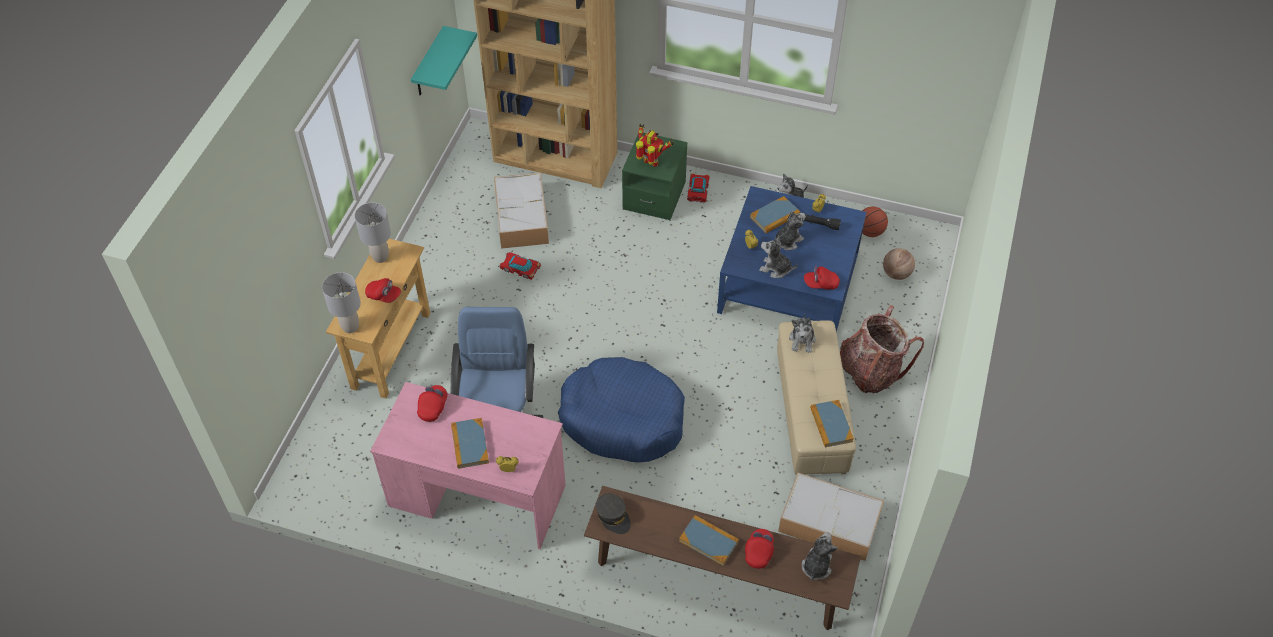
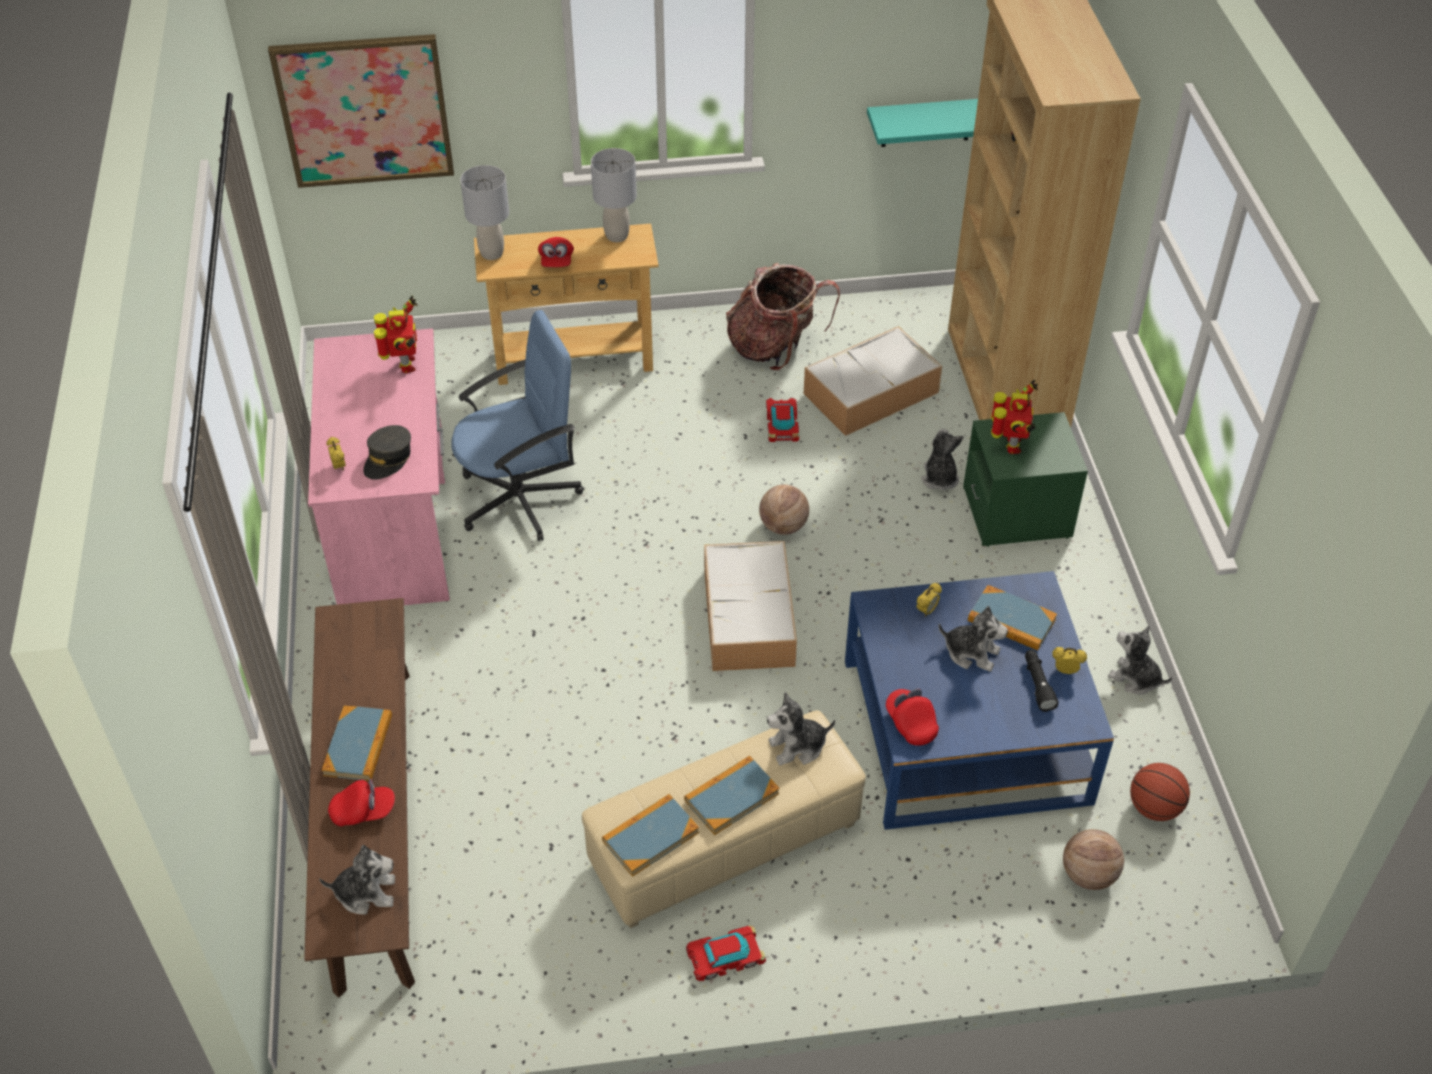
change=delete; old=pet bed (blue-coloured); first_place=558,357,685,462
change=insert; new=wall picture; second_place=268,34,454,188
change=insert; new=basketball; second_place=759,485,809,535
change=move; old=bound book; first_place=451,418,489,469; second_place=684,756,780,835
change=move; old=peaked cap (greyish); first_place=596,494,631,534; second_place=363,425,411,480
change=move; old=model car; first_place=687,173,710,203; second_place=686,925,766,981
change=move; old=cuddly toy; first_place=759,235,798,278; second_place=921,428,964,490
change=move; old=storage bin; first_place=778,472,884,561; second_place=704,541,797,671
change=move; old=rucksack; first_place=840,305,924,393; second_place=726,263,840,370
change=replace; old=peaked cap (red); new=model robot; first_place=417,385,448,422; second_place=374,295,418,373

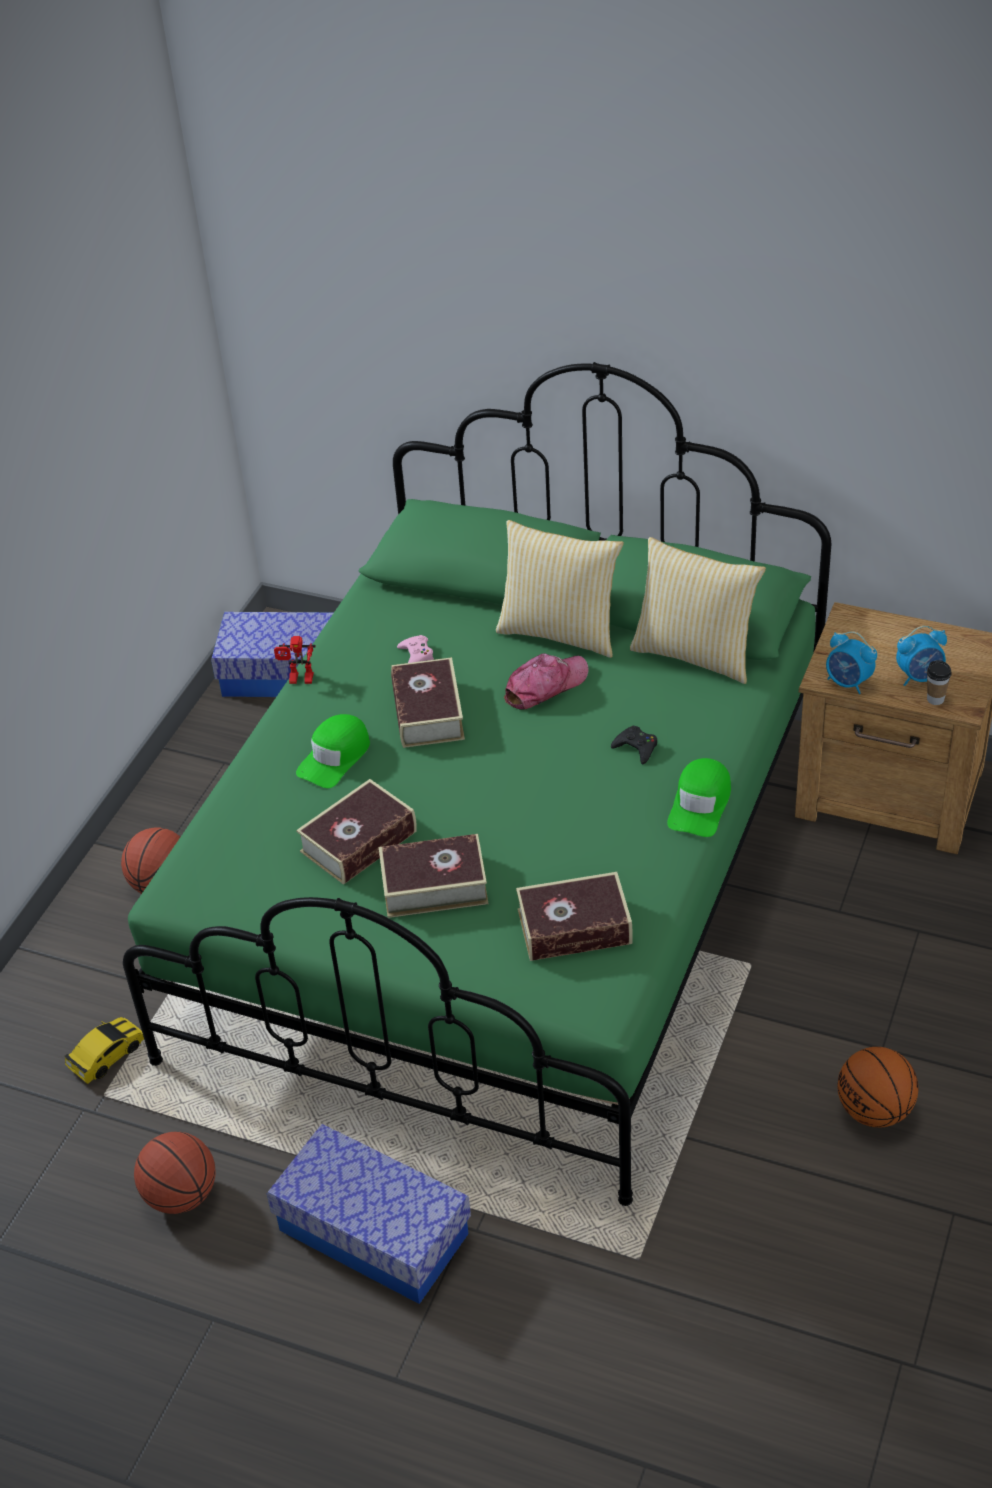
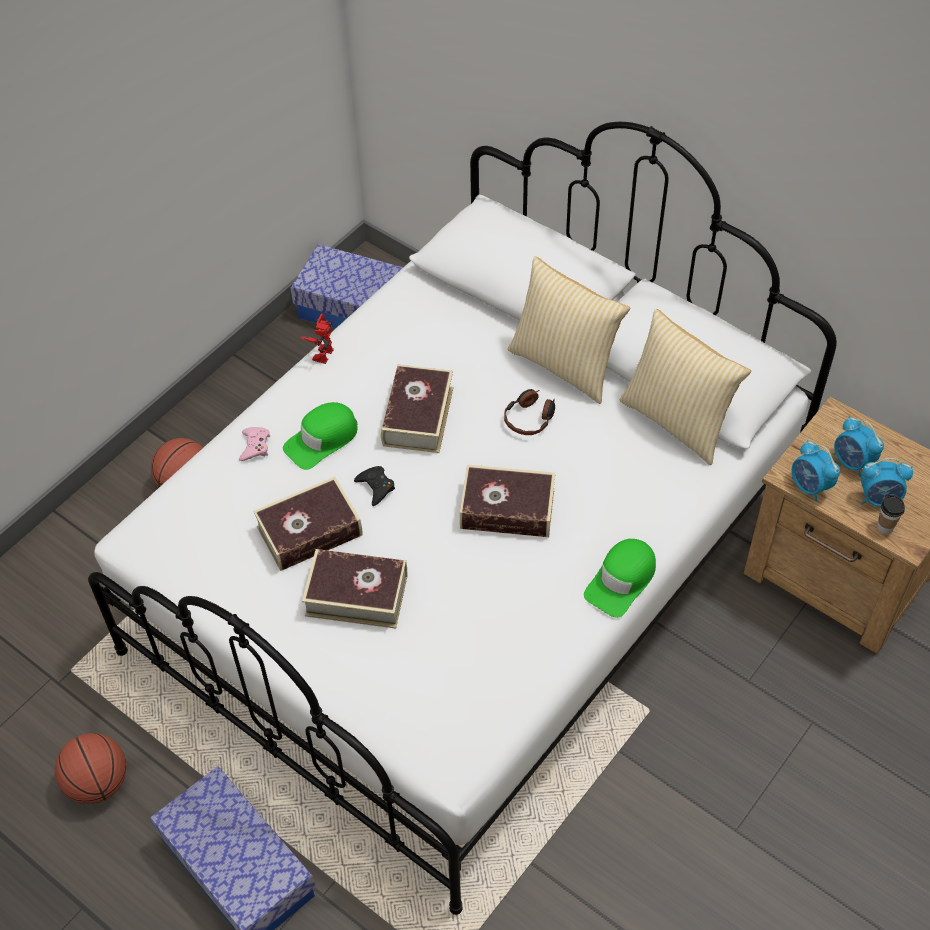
change=delete; old=model car; first_place=64,1017,144,1084
change=delete; old=basketball; first_place=837,1047,918,1127
change=insert; new=table clock; second_place=834,416,884,477
change=move; old=joypad (pinkish); first_place=397,635,434,663; second_place=239,427,270,461
change=move; old=bound book; first_place=516,872,633,961; second_place=460,465,555,537
change=move; old=joypad (black); first_place=611,726,657,764; second_place=354,466,395,506
change=replace; old=peaked cap; new=headset; first_place=504,653,588,710; second_place=504,389,555,435
change=recolor; old=sleeping bed (greenish); new=sleeping bed (white-coloured); first_place=123,362,831,1206; second_place=88,122,837,915
change=rotate; old=model robot; first_place=274,636,316,684; second_place=300,314,334,364; degrees=90

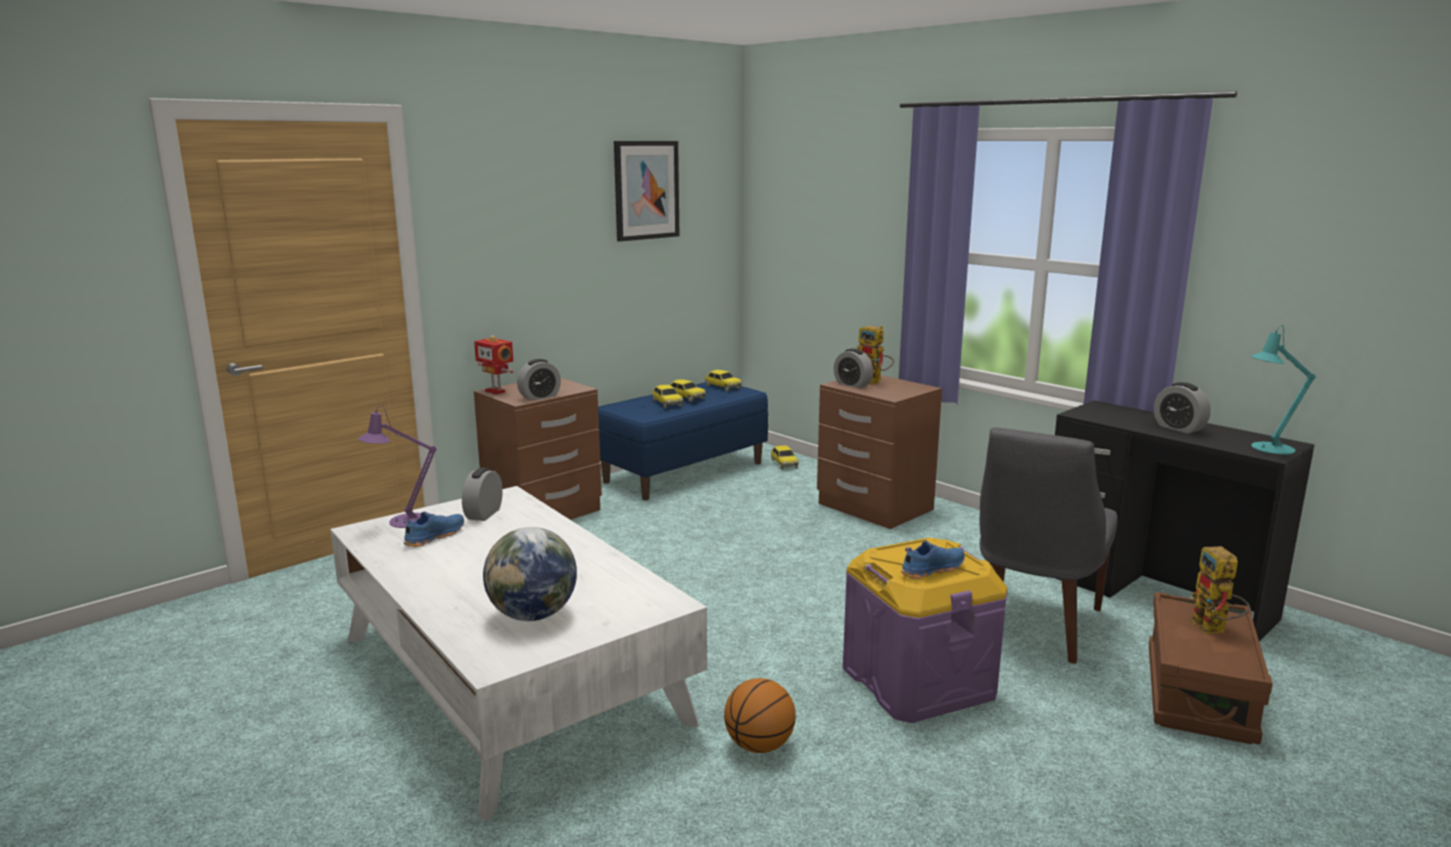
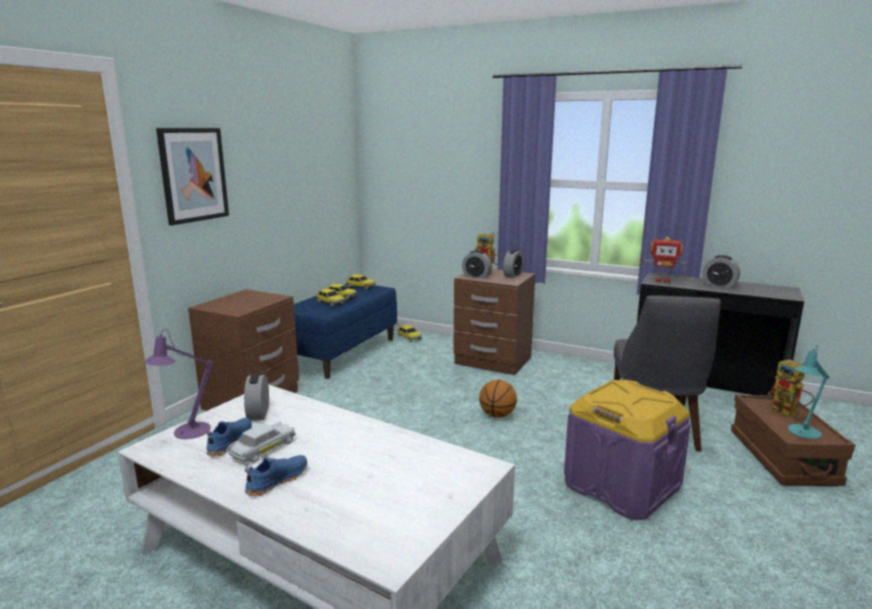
change=delete; old=world globe; first_place=483,527,577,621
change=insert; new=model car (white-coloured); second_place=228,422,296,463
change=move; old=model robot; first_place=474,335,513,394; second_place=642,237,688,283
change=move; old=table clock; first_place=517,359,561,401; second_place=503,249,524,278
change=move; old=wall picture; first_place=614,141,680,242; second_place=156,128,229,226
change=move; old=basketball; first_place=724,678,796,753; second_place=479,380,517,418
change=move; old=low shoe (blue-coloured); first_place=901,541,965,579; second_place=245,455,307,496
change=move; old=tabletop lamp (blue-green); first_place=1250,325,1316,455; second_place=788,345,829,439

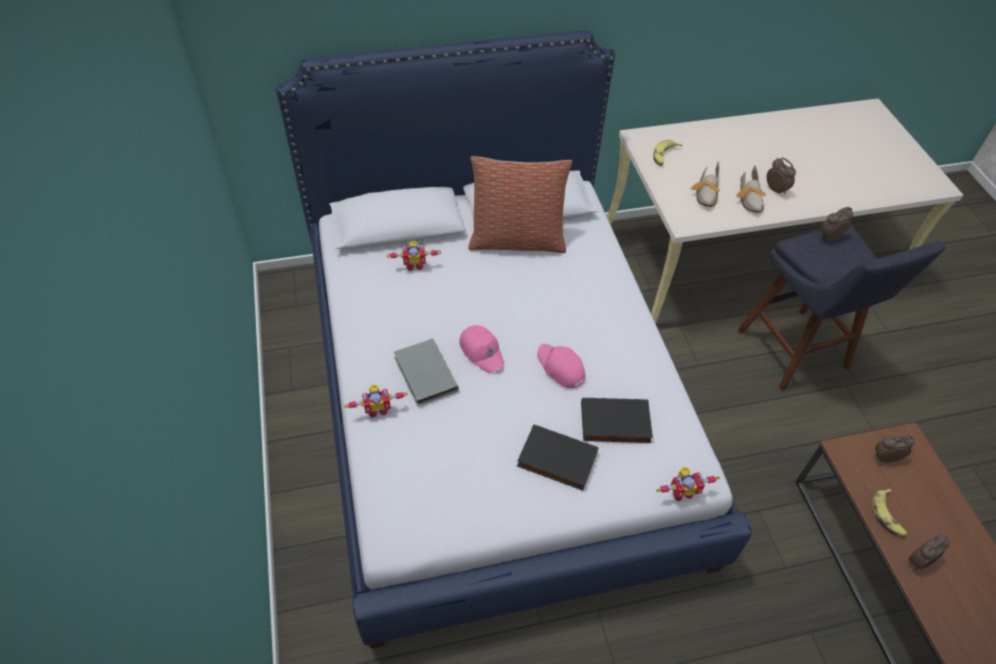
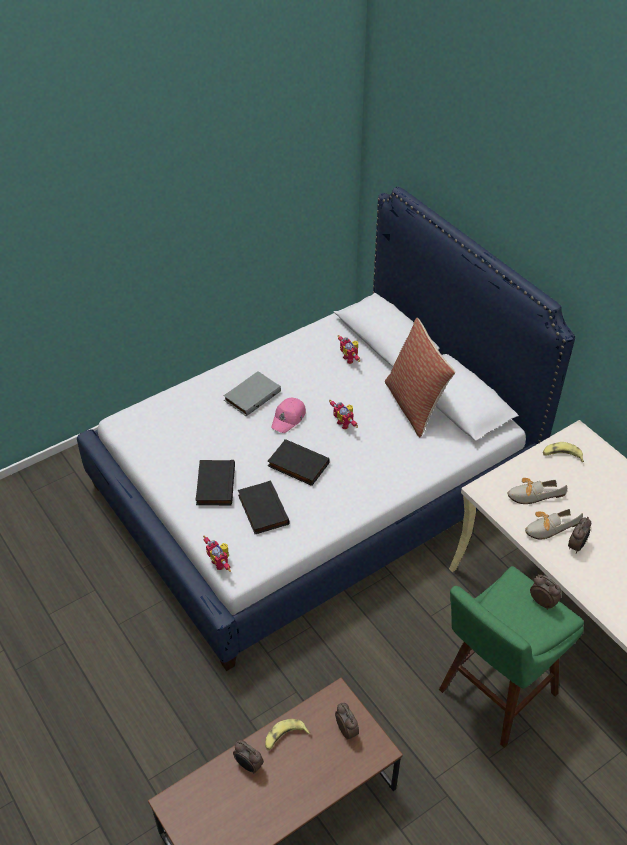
change=move; old=model robot; first_place=344,384,408,417; second_place=329,400,358,429
change=replace; old=peaked cap (pinkish); new=bound book (black); first_place=537,344,585,388; second_place=268,439,330,486
change=recolor; old=stool seat (blue-coloured); new=stool seat (greenish); first_place=738,225,946,391; second_place=439,566,584,748

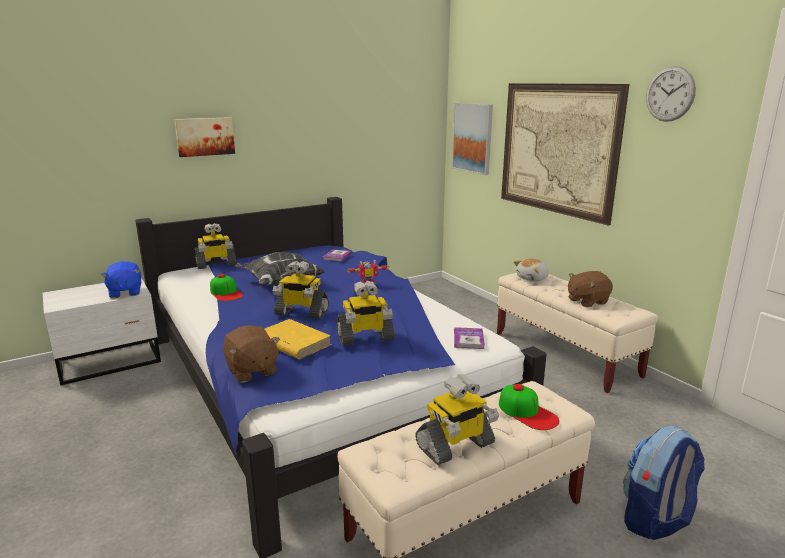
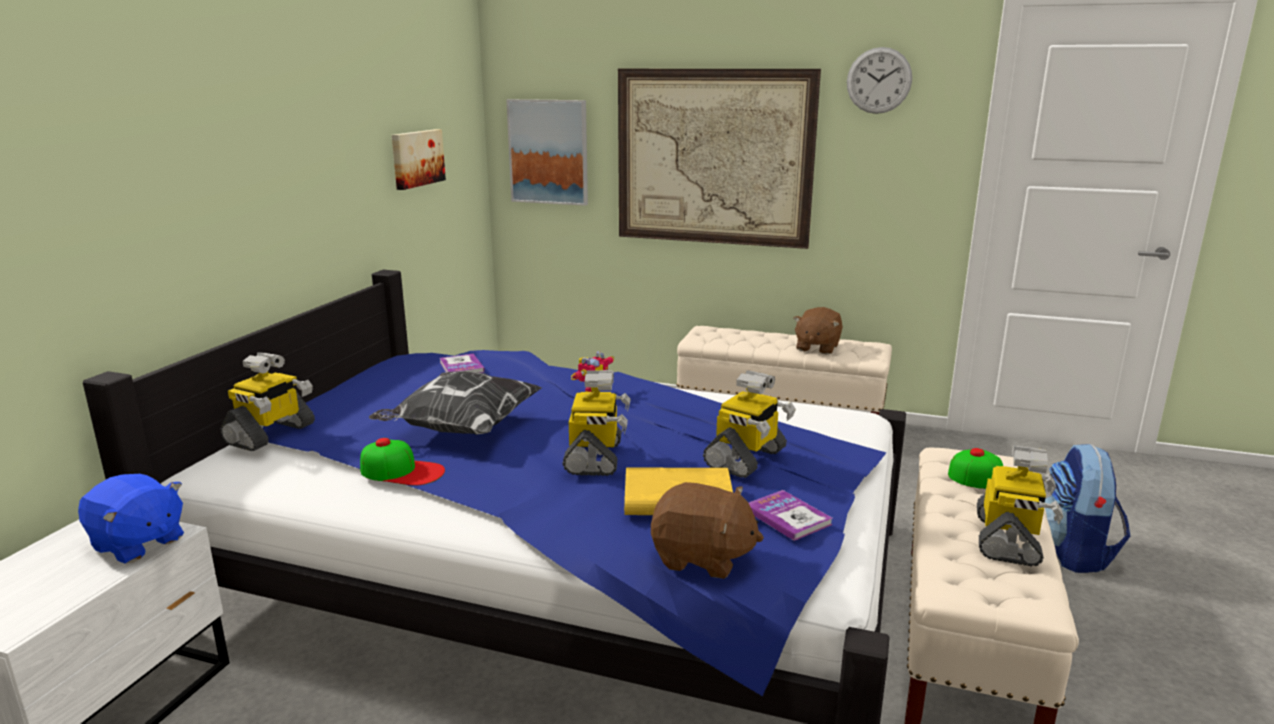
change=delete; old=cuddly toy; first_place=514,258,549,282
change=move; old=wall picture; first_place=174,117,235,157; second_place=392,129,446,190
change=move; old=bound book; first_place=454,327,485,349; second_place=749,490,833,541
change=rotate; old=model robot; first_place=273,261,329,319; second_place=563,370,631,476; degrees=-60

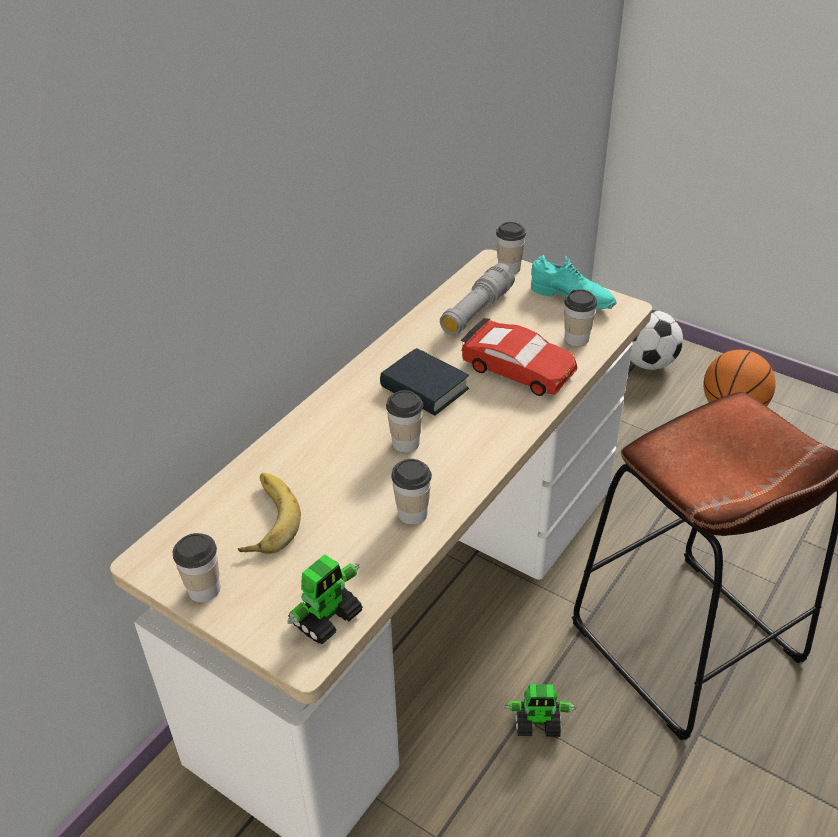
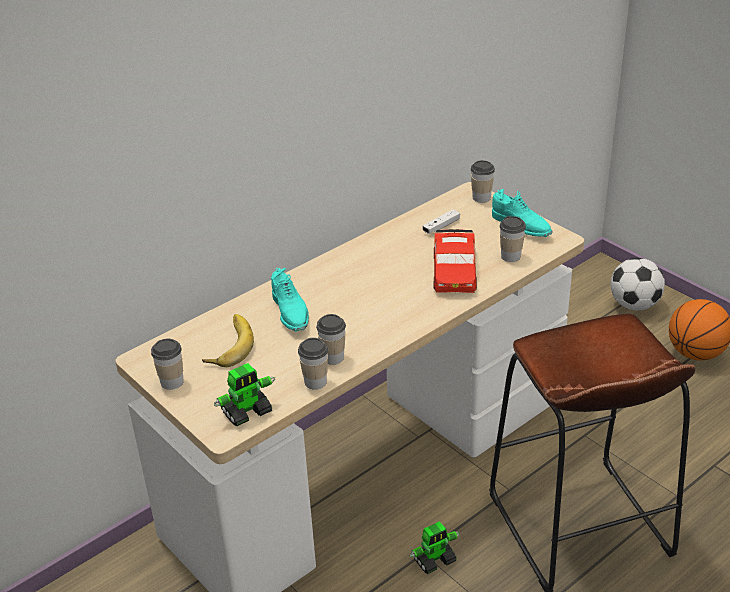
change=delete; old=bound book; first_place=380,348,469,416
change=insert; new=low shoe (blue-green); second_place=271,268,309,332
change=move; old=drinking cup; first_place=386,390,423,453; second_place=298,338,328,390
change=replace; old=flashlight (greyish); new=joypad (white-coloured); first_place=440,263,515,335; second_place=422,209,460,234
change=rotate; old=model car (red); first_place=460,318,577,396; second_place=433,229,477,293; degrees=45
change=rotate; old=model robot; first_place=504,684,577,737; second_place=410,521,460,574; degrees=-45

